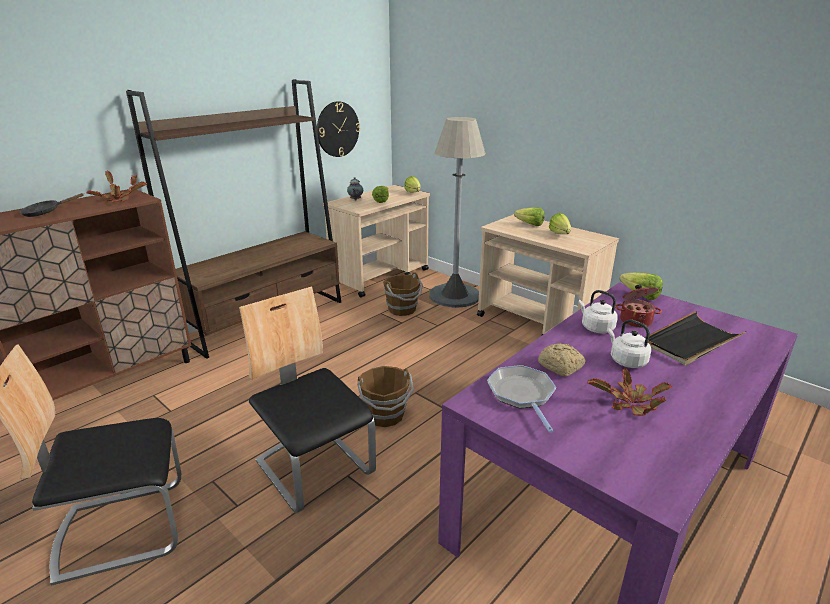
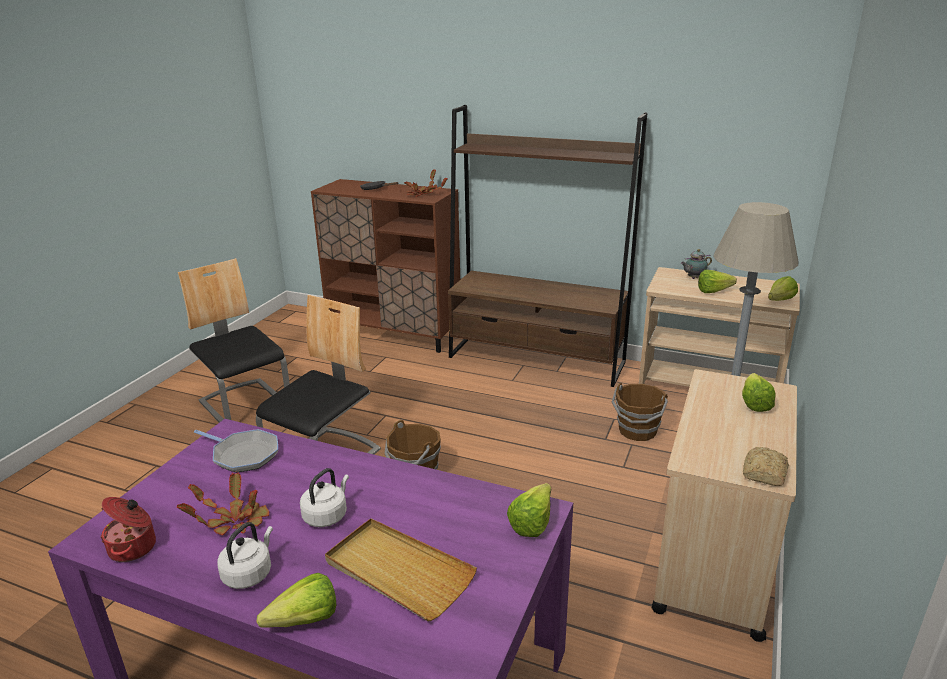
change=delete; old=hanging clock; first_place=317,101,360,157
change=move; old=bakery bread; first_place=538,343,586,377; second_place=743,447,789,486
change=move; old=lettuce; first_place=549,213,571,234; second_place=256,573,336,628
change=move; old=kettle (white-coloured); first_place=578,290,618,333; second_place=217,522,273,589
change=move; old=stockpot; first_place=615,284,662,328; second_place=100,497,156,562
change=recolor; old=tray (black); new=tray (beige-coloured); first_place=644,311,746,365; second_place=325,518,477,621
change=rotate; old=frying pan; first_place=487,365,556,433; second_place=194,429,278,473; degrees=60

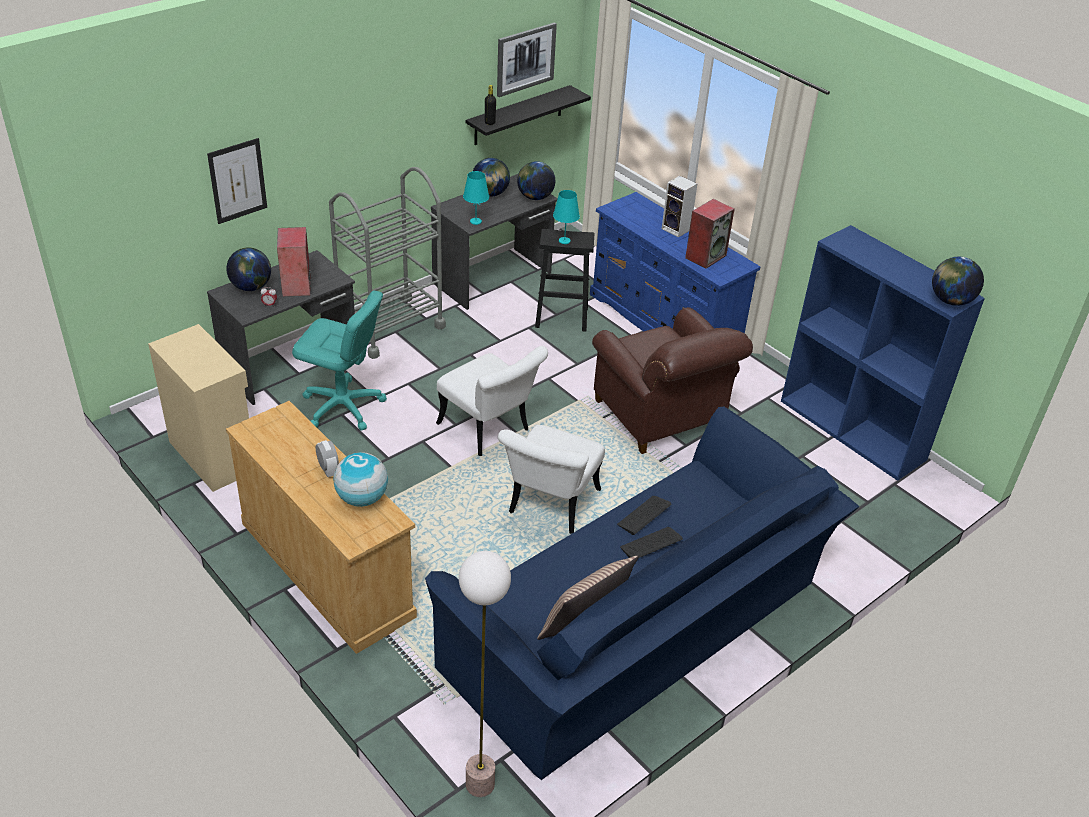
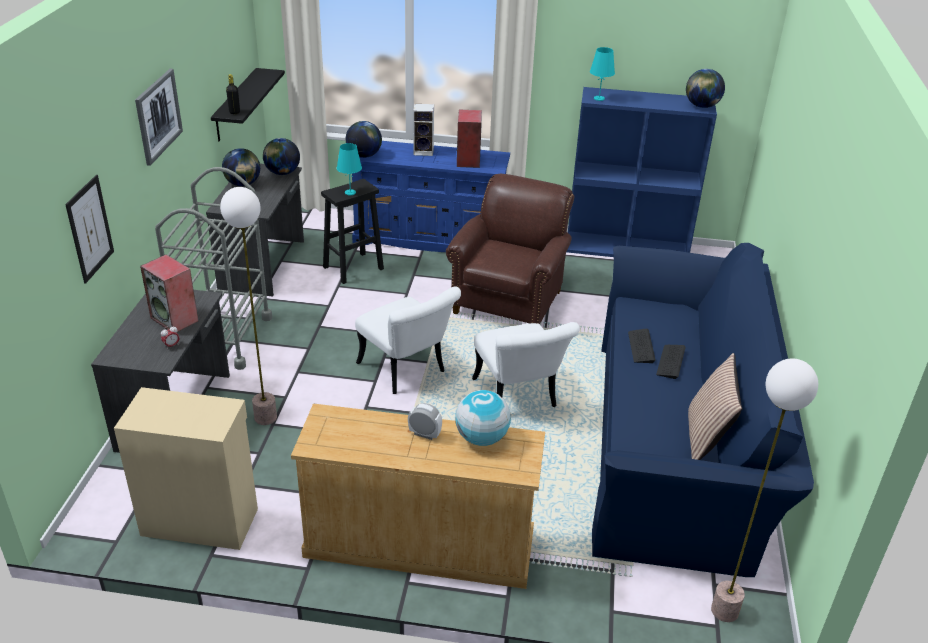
change=move; old=world globe; first_place=226,247,271,291; second_place=346,121,382,158
change=move; old=tabletop lamp (blue-green); first_place=463,171,489,225; second_place=590,47,615,101
change=move; old=wall picture; first_place=497,22,557,97; second_place=135,69,183,166
change=replace; old=office chair (blue-green); new=standing lamp; first_place=292,290,387,430; second_place=220,187,277,425
change=rotate; old=chair (white-coloured); first_place=436,346,548,456; second_place=355,287,461,394; degrees=45
change=rotate; old=armchair (brown); first_place=592,307,753,454; second_place=446,174,574,324; degrees=-90

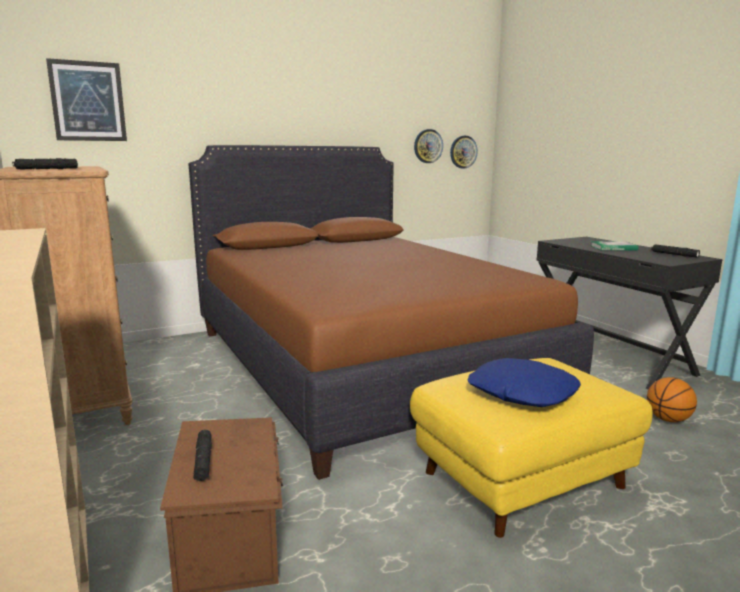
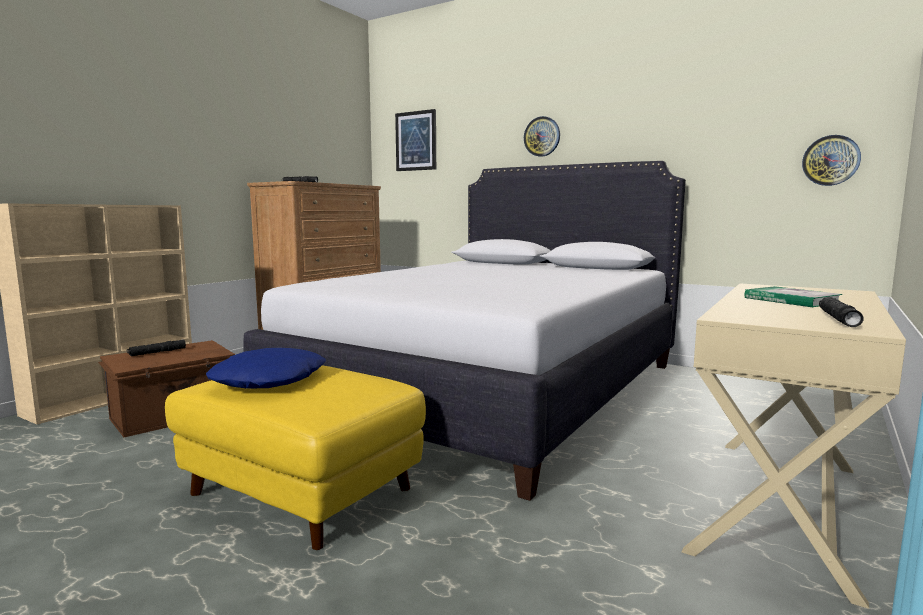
change=delete; old=basketball; first_place=647,377,697,422
change=move; old=hanging clock; first_place=414,129,443,163; second_place=524,116,560,157
change=recolor; old=sleeping bed (brown); new=sleeping bed (white-coloured); first_place=188,145,594,480; second_place=243,161,686,501
change=recolor; old=desk table (black); new=desk table (beige-coloured); first_place=537,237,723,390; second_place=682,283,906,609

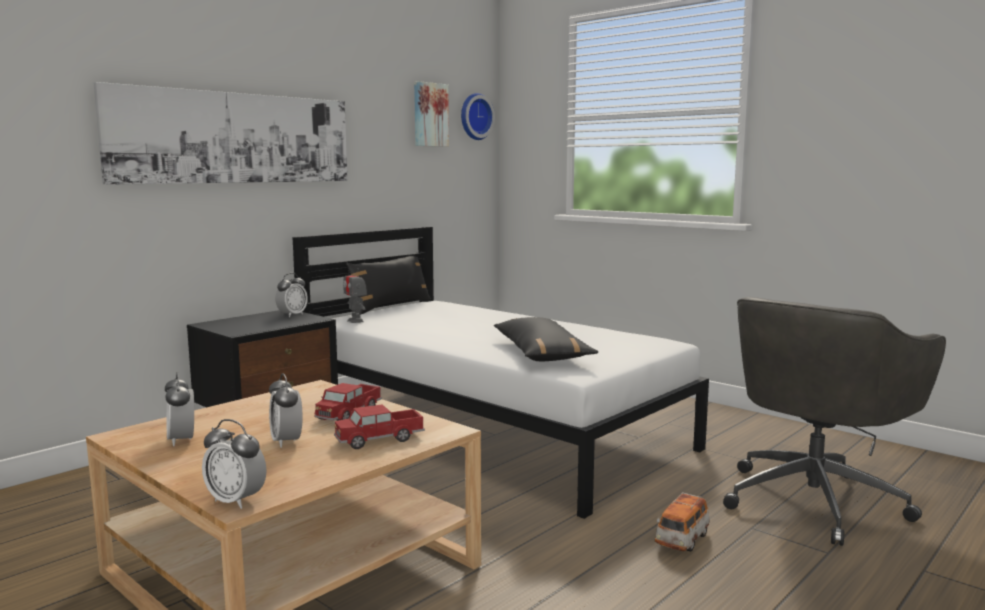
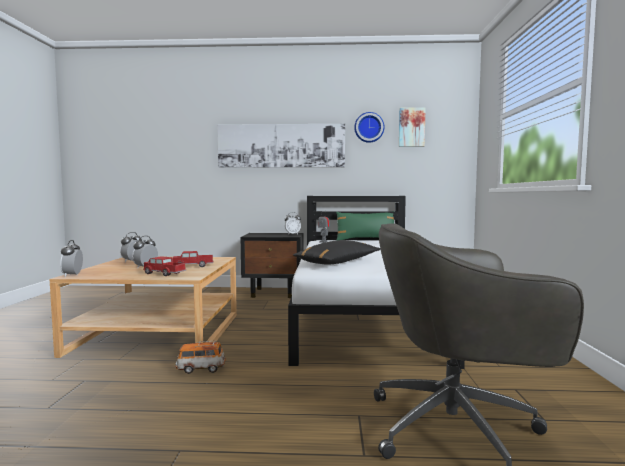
change=move; old=hanging clock; first_place=461,93,495,140; second_place=354,112,384,143
change=move; old=model car; first_place=655,492,710,552; second_place=175,341,226,374
change=recolor; old=cushion (black); new=cushion (greenish); first_place=346,252,431,315; second_place=336,212,394,240

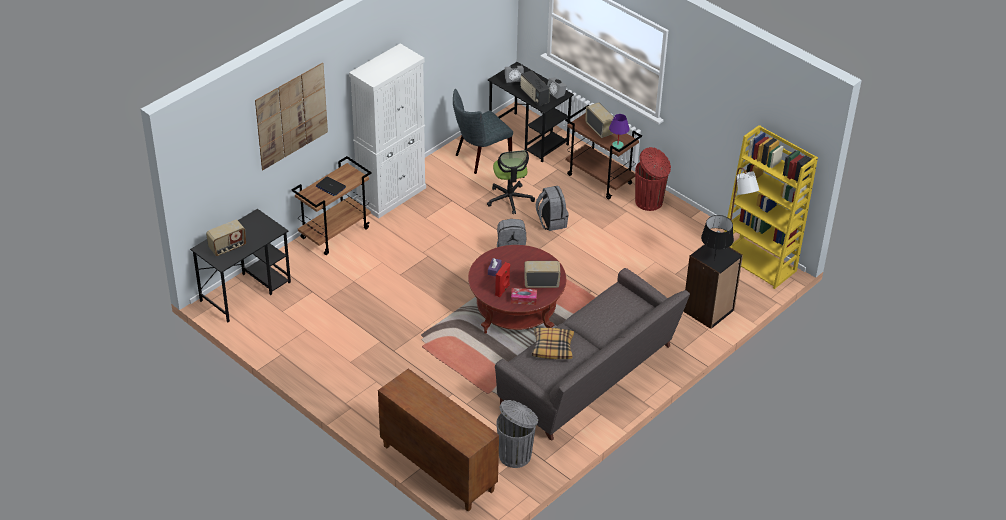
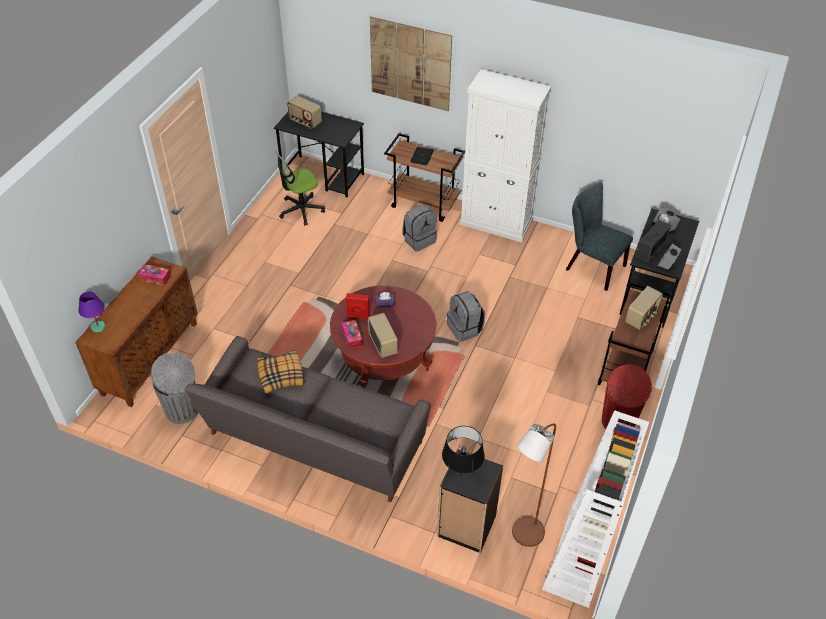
change=insert; new=tissue box; second_place=138,264,171,286
change=move; old=office chair; first_place=487,150,535,214; second_place=275,151,325,226
change=move; old=rucksack (greyish); first_place=536,186,569,231; second_place=402,204,437,252
change=move; old=tabletop lamp (purplish); first_place=609,114,630,149; second_place=79,292,105,332
change=recolor; old=bookcase (yellow-coloured); new=bookcase (white-coloured); first_place=724,125,818,289; second_place=542,410,649,608

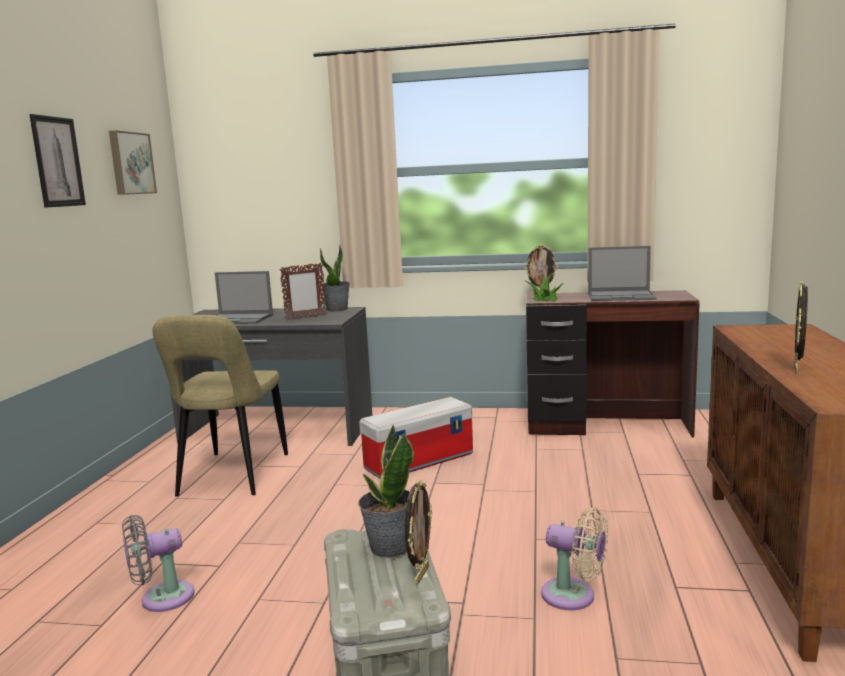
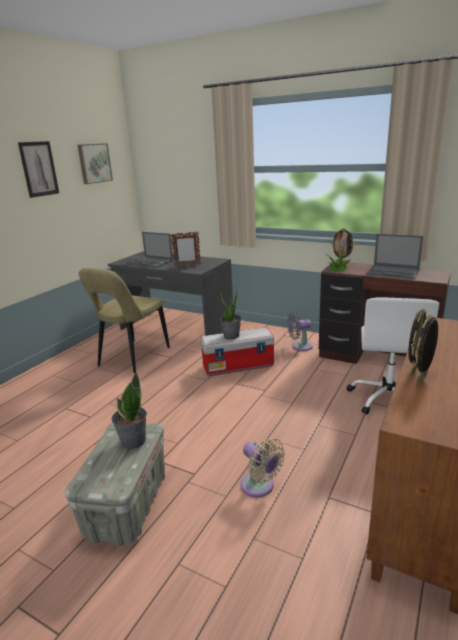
change=insert; new=office chair (white-coloured); second_place=346,297,440,414
change=move; old=fan (greyish); first_place=122,515,195,612; second_place=287,312,313,351
change=move; old=houseplant; first_place=320,245,350,312; second_place=220,289,241,339
change=move; old=picture frame; first_place=405,480,432,585; second_place=408,308,427,375

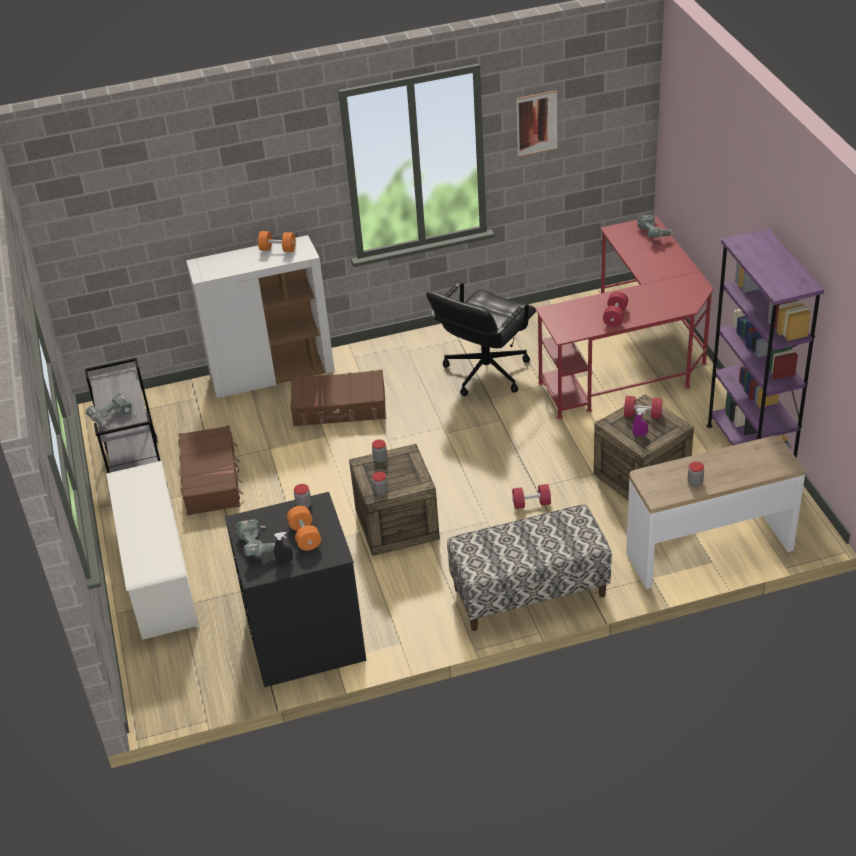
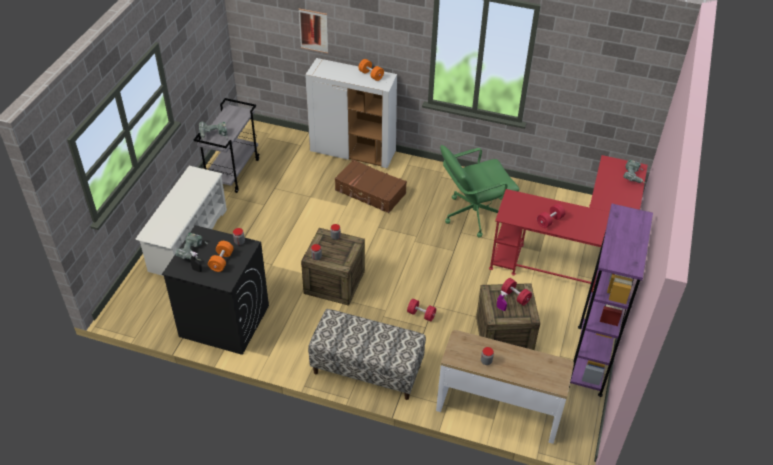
change=delete; old=piece of luggage (brown); first_place=178,426,243,515
change=move; old=wall picture; first_place=516,90,557,157; second_place=298,9,328,53
change=recolor; old=office chair (black); new=office chair (greenish); first_place=426,282,536,396; second_place=440,145,519,238

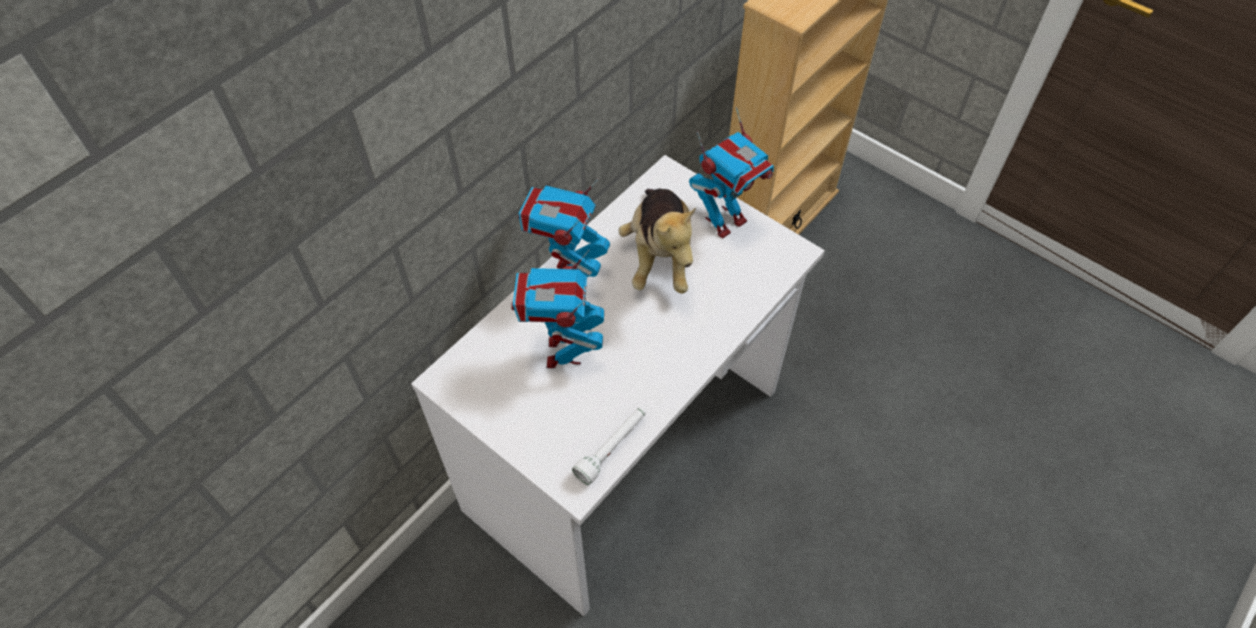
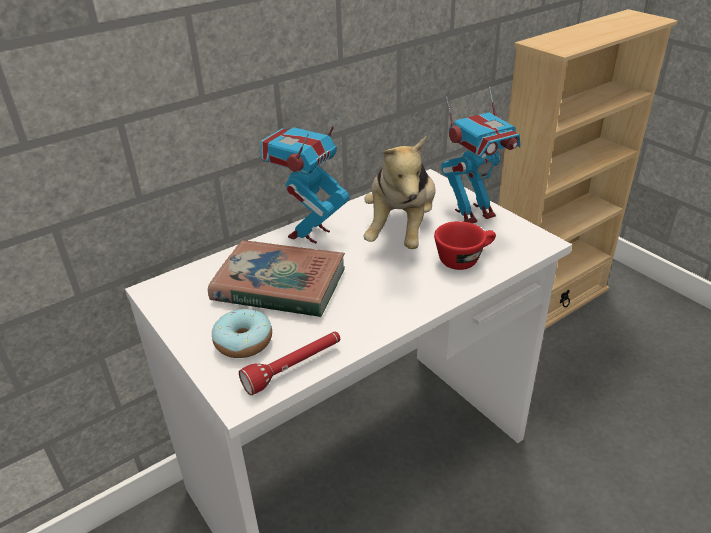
change=insert; new=doughnut; second_place=212,309,272,358
change=insert; new=drinking cup (red); second_place=434,221,496,270
change=replace; old=model robot; new=bound book; first_place=511,250,604,369; second_place=208,240,345,317
change=recolor; old=flashlight (white-coloured); new=flashlight (red); first_place=572,407,646,485; second_place=239,332,340,395

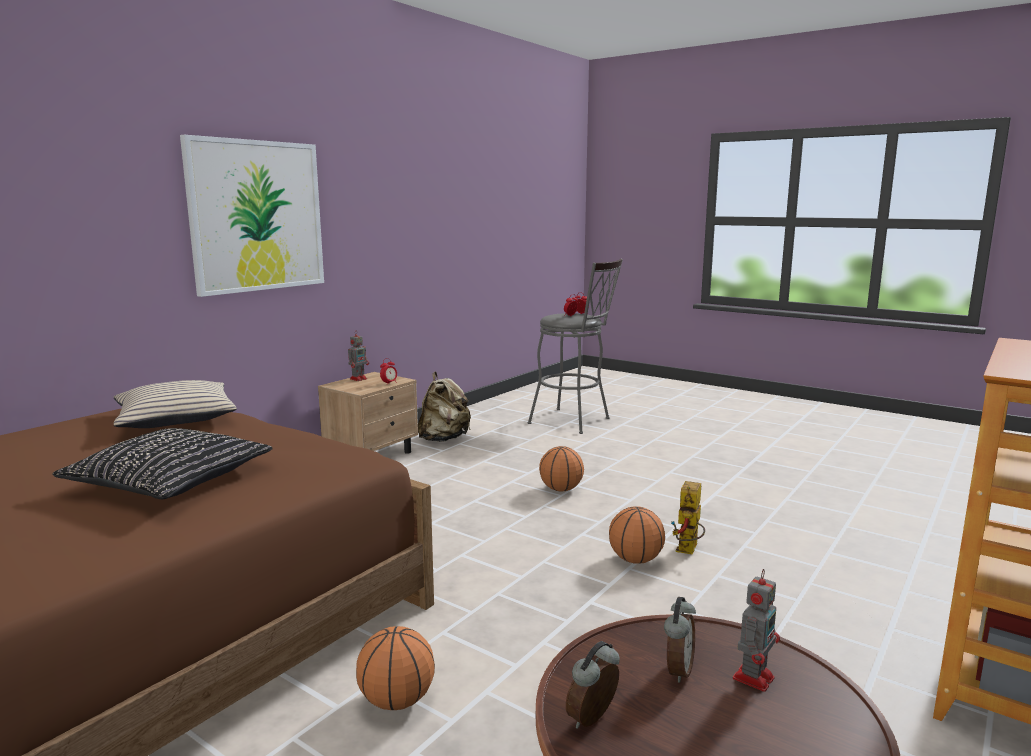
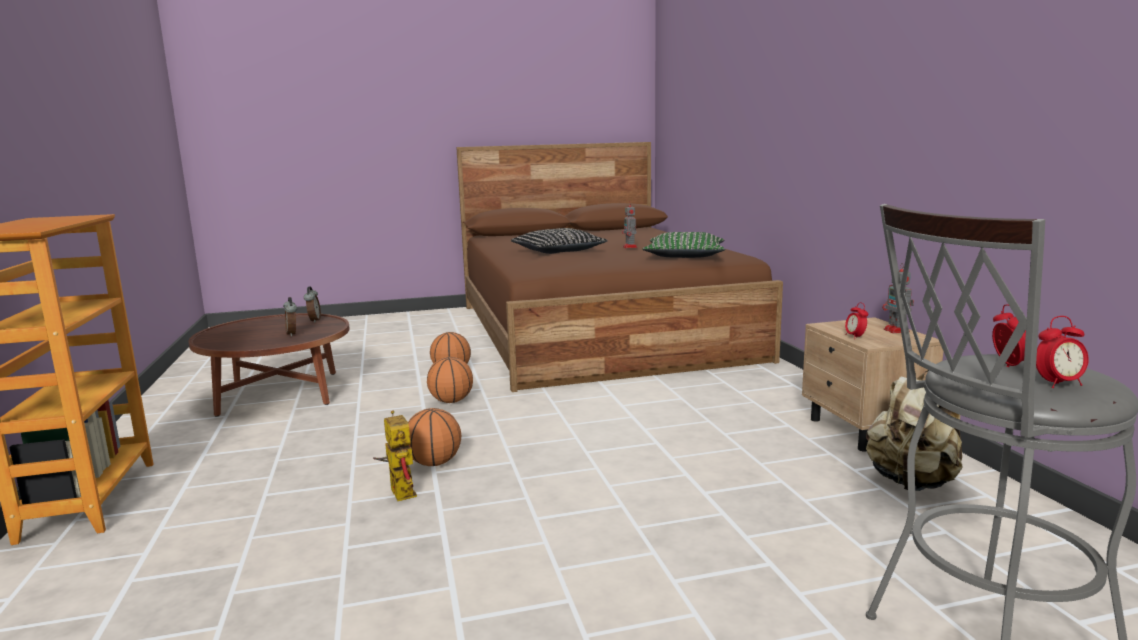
change=delete; old=wall picture; first_place=180,135,324,297
change=move; old=basketball; first_place=539,446,584,492; second_place=427,357,473,403
change=move; old=model robot; first_place=733,569,780,692; second_place=622,202,638,248
change=recolor; old=cushion (beige-coloured); new=cushion (greenish); first_place=114,380,237,428; second_place=642,232,725,258

